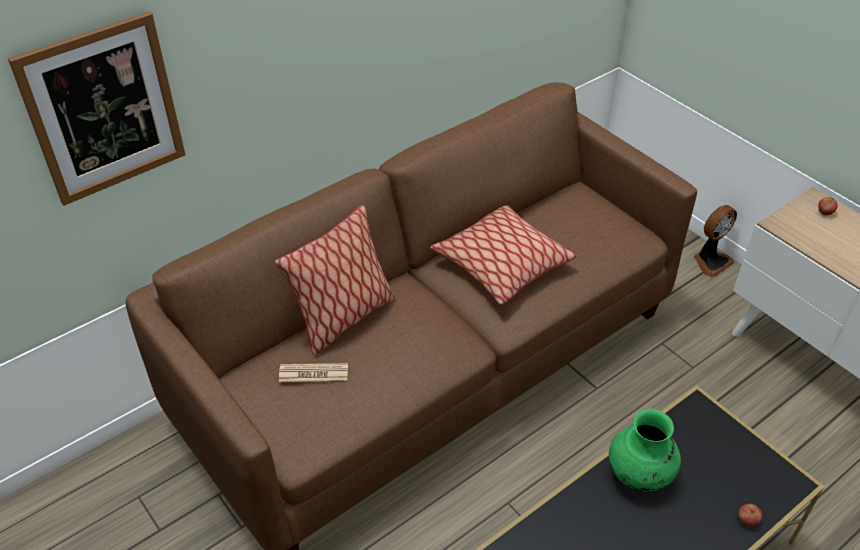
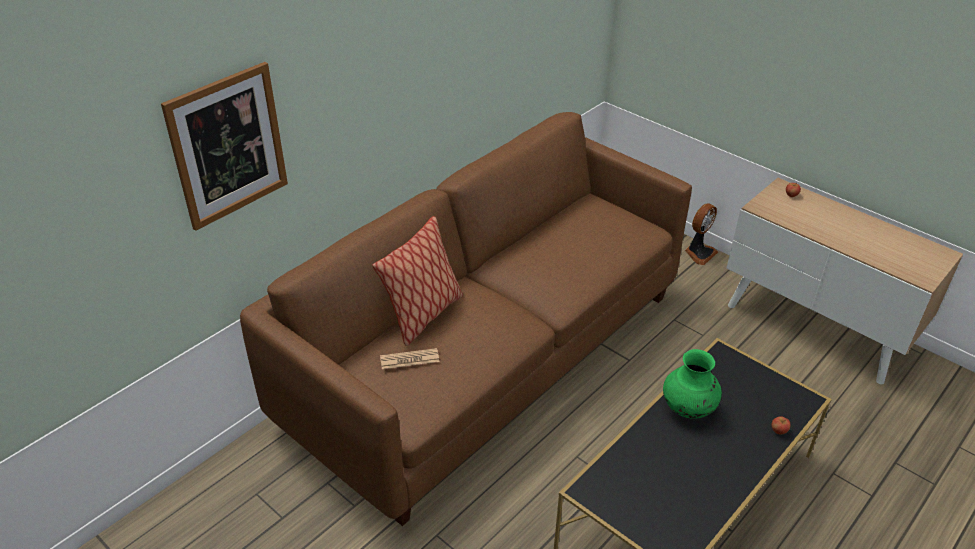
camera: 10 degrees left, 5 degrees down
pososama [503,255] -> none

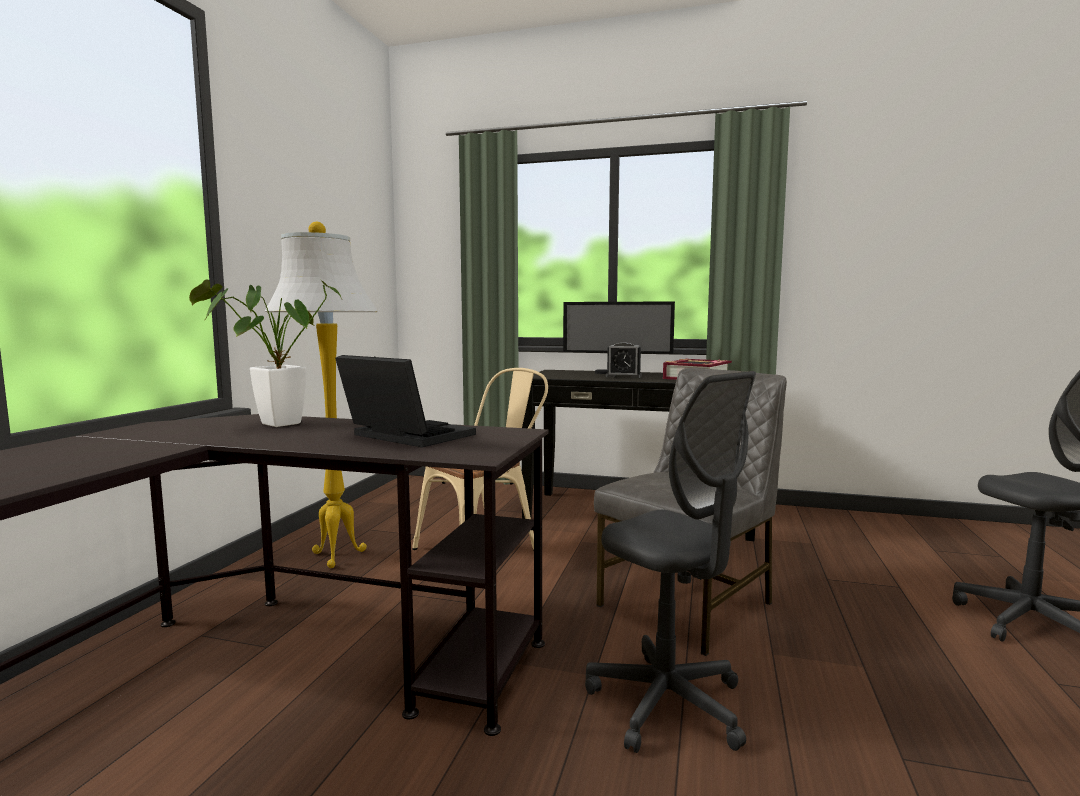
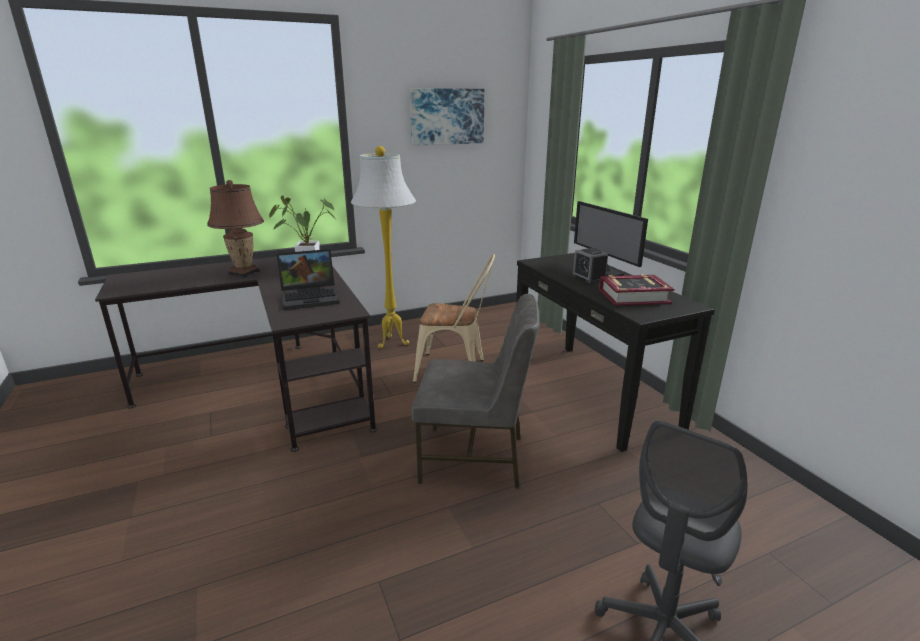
camera: 50 degrees right, 15 degrees up
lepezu [405,401] -> lepezu [308,279], 75 degrees clockwise
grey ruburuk [670,562] -> none
none -> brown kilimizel [235,229]
none -> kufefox [447,117]

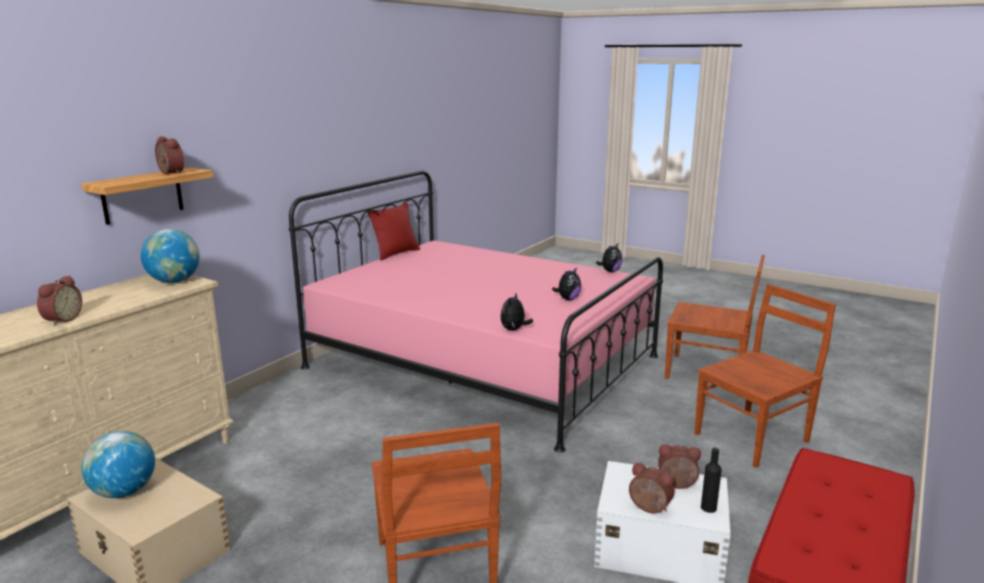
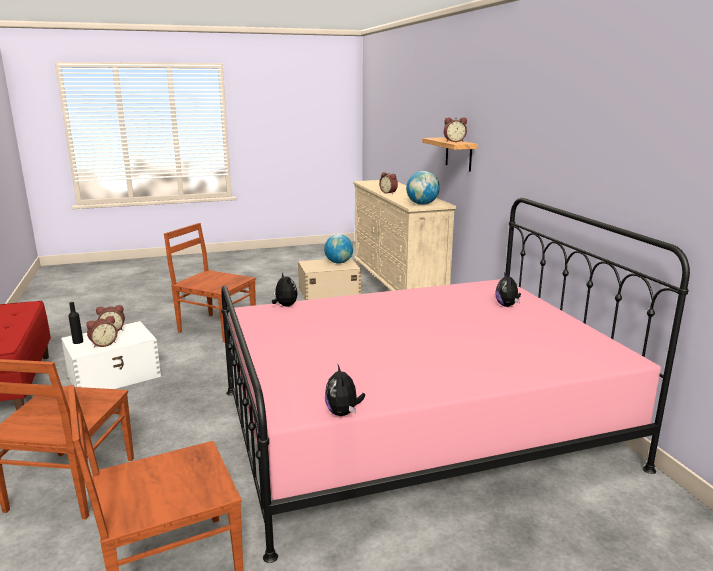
camera: 130 degrees right, 0 degrees up
red pososama [393,232] -> none
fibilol [566,283] -> fibilol [508,289], move

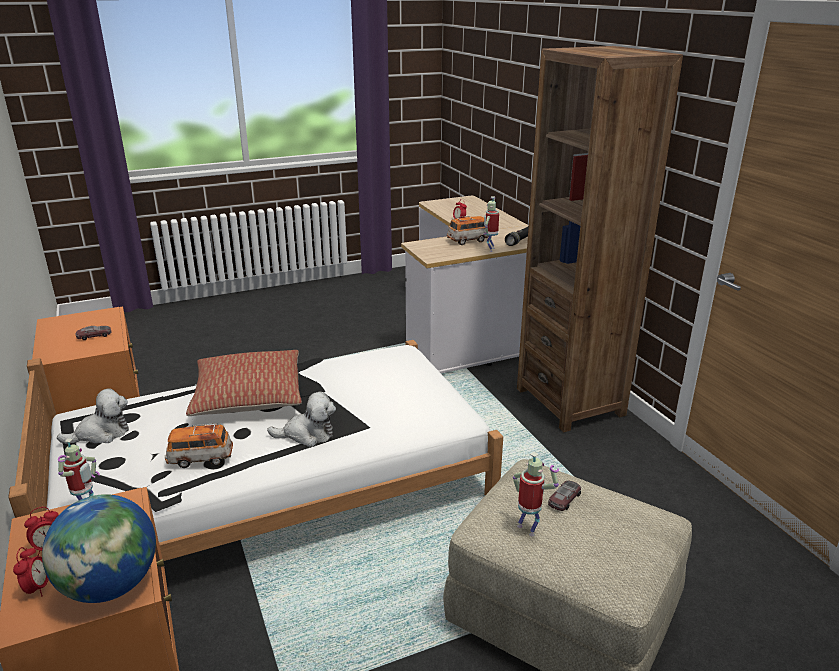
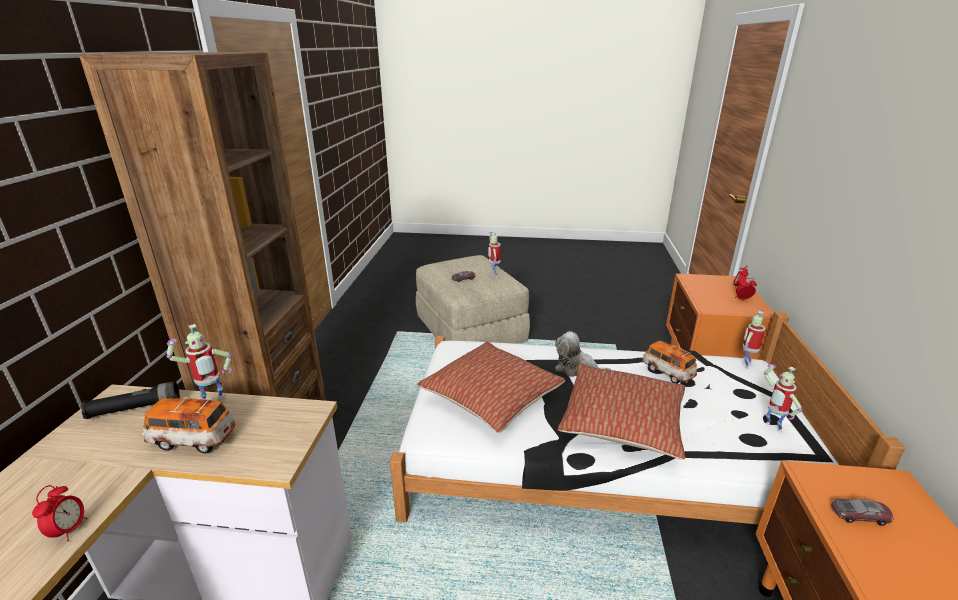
camera: 150 degrees left, 0 degrees up
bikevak [99,548] -> none
fibilol [93,416] -> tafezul [783,398]
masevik [199,445] -> masevik [669,362], 150 degrees counterclockwise
none -> pososama [491,387]

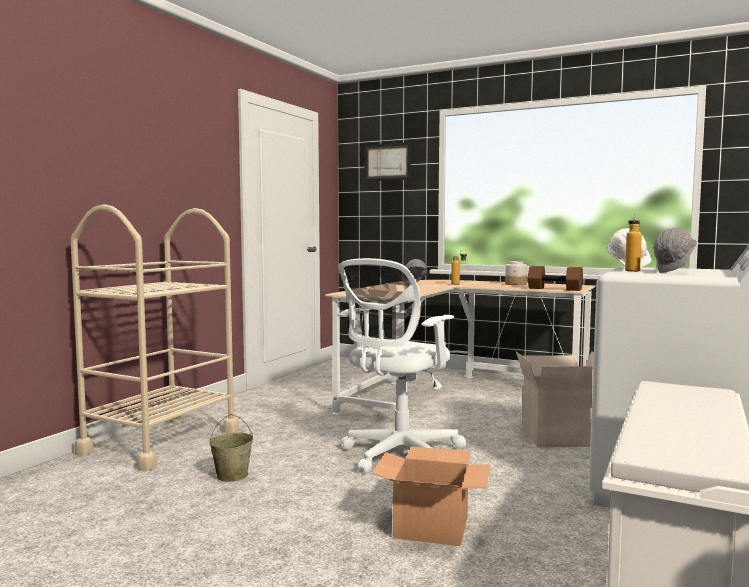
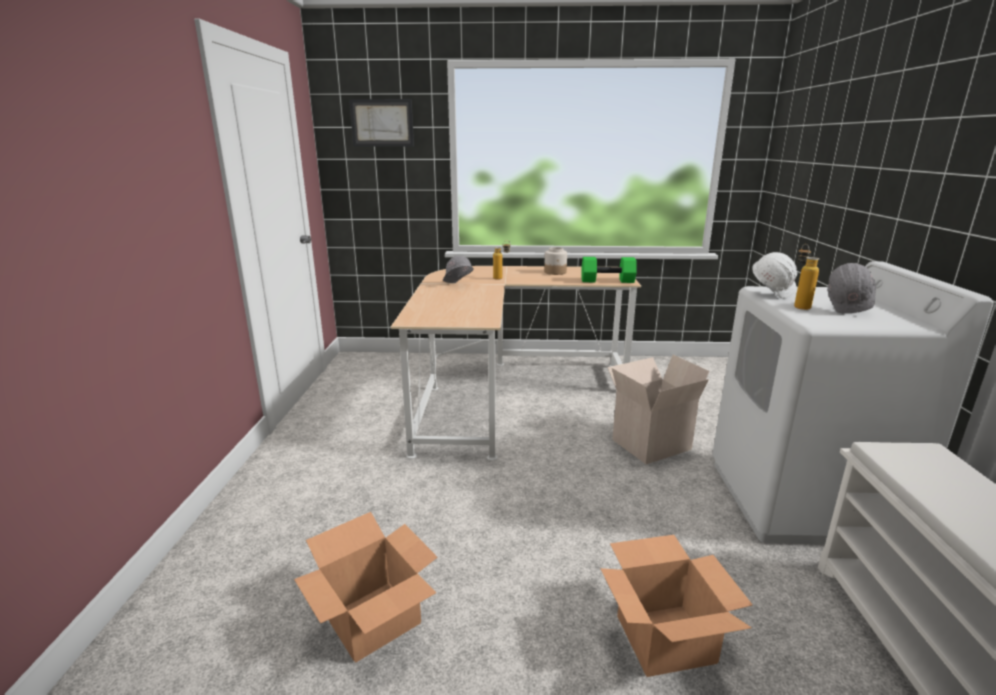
camera: 25 degrees left, 15 degrees up
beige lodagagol [154,337] -> none
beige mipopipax [231,448] -> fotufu [366,587]
white ruburuk [401,366] -> none
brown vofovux [555,278] -> green vofovux [609,270]

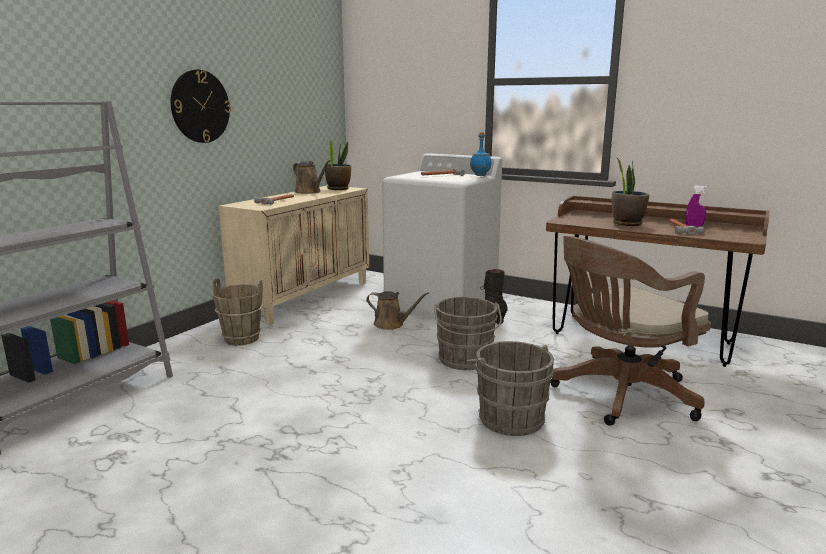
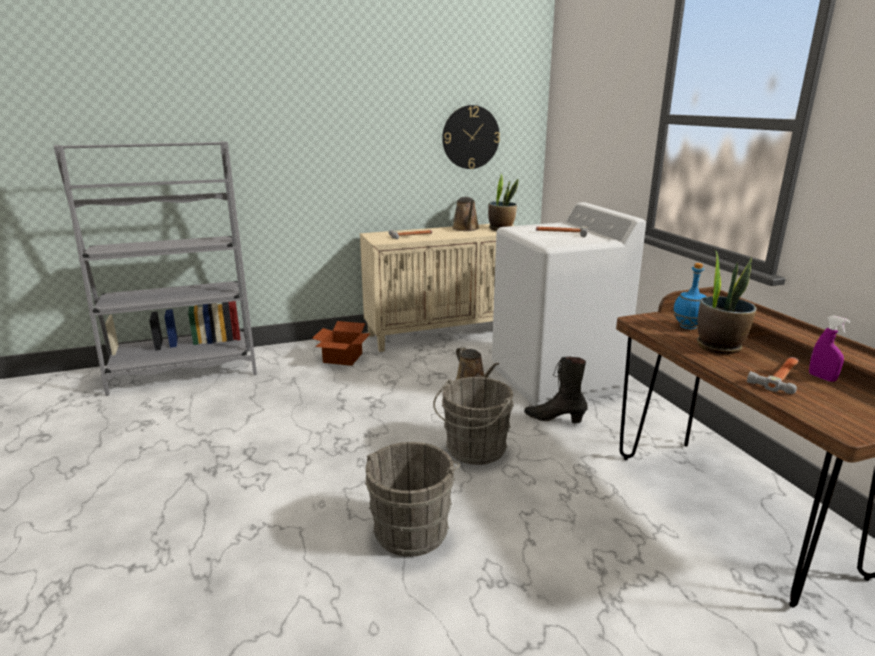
camera: 40 degrees right, 5 degrees up
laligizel [201,106] -> laligizel [471,137], move
brown mipopipax [237,312] -> fotufu [341,343]
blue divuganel [481,154] -> blue divuganel [689,296], move
brown ruburuk [630,331] -> none

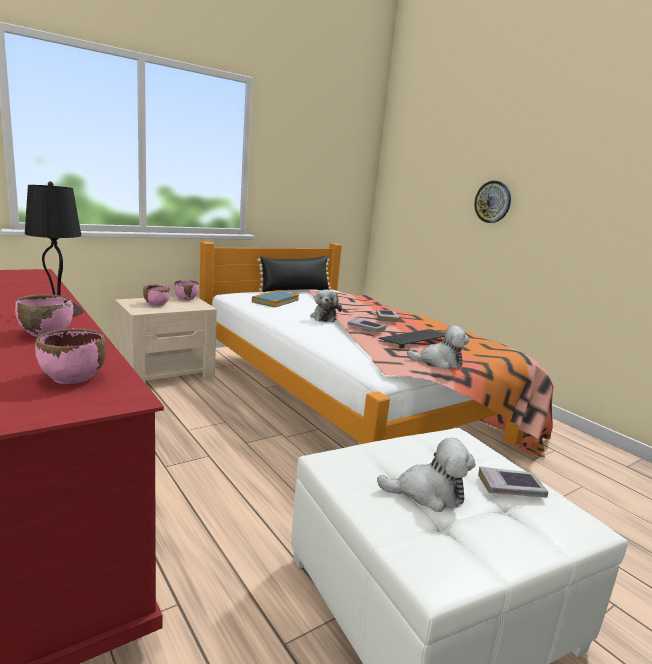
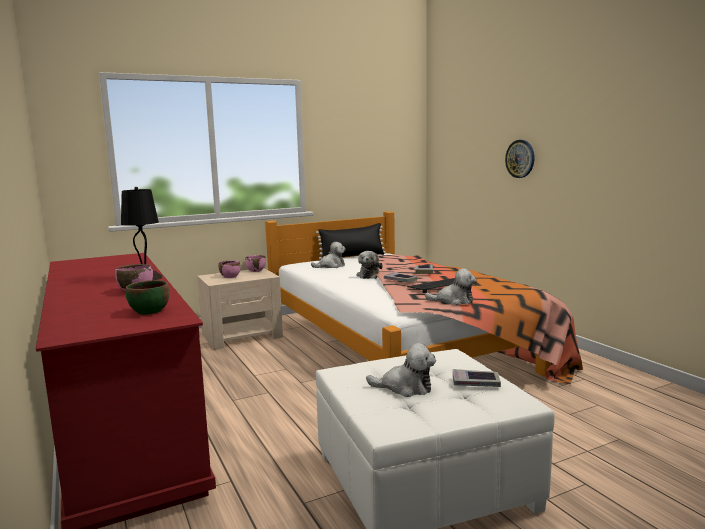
camera: 10 degrees right, 5 degrees down
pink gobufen [70,356] -> green gobufen [147,297]
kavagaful [275,298] -> fibilol [328,255]

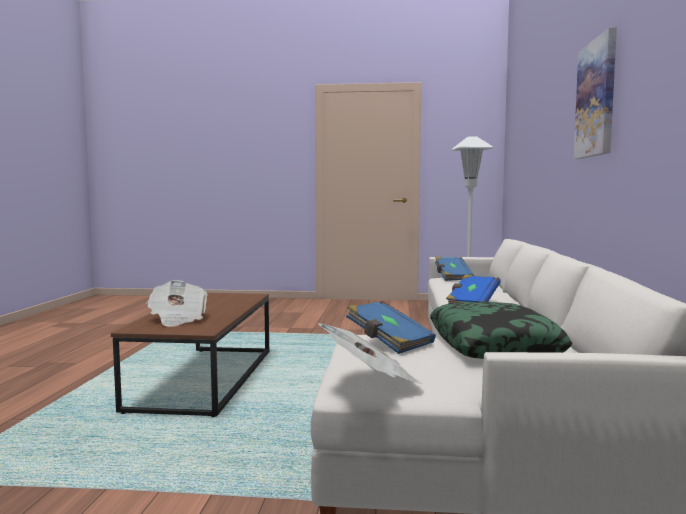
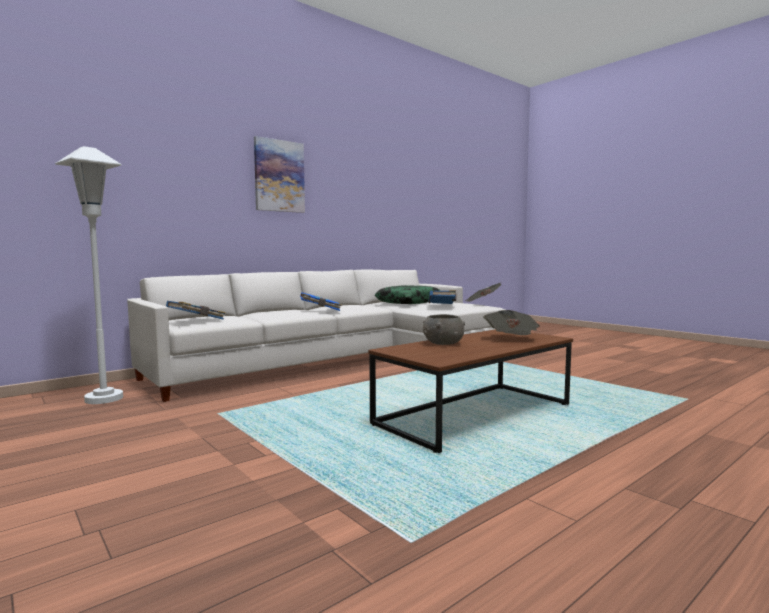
camera: 135 degrees left, 0 degrees up
none -> grey gobufen [444,329]

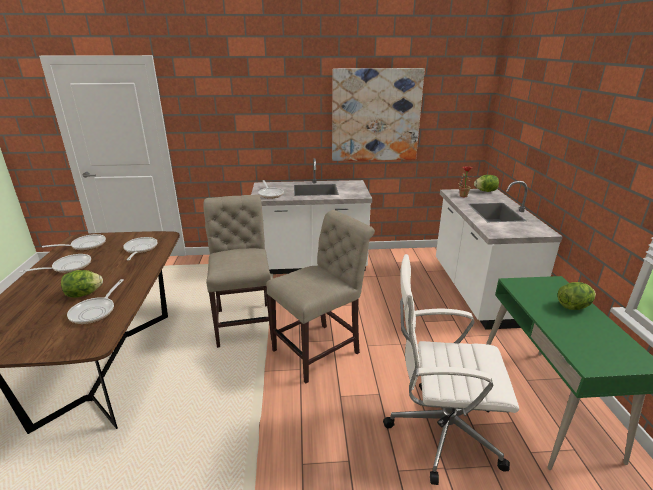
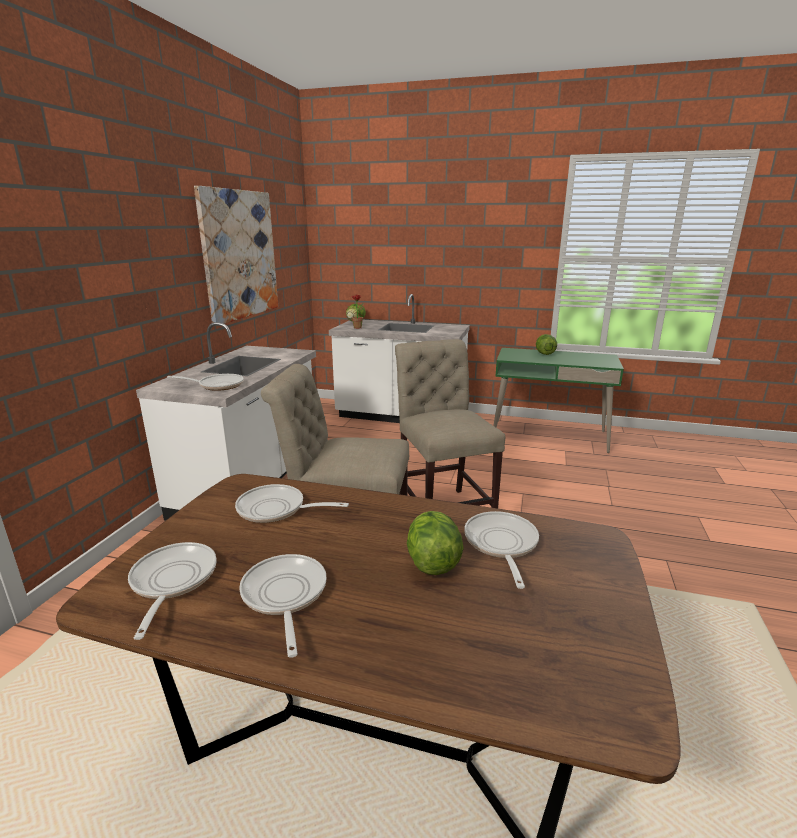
camera: 70 degrees left, 5 degrees down
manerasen [95,301] -> manerasen [502,550], 120 degrees counterclockwise
white ruburuk [451,369] -> none

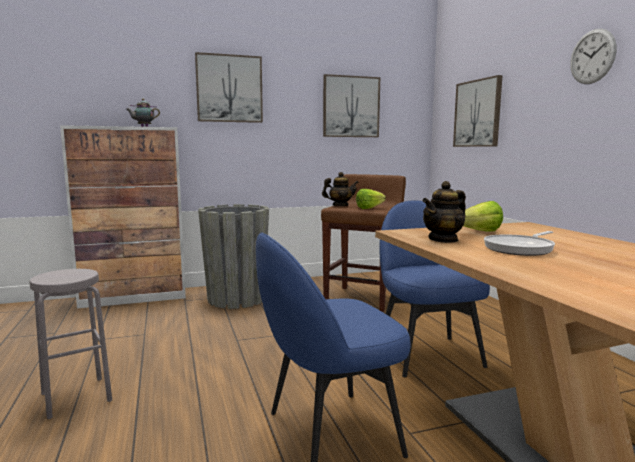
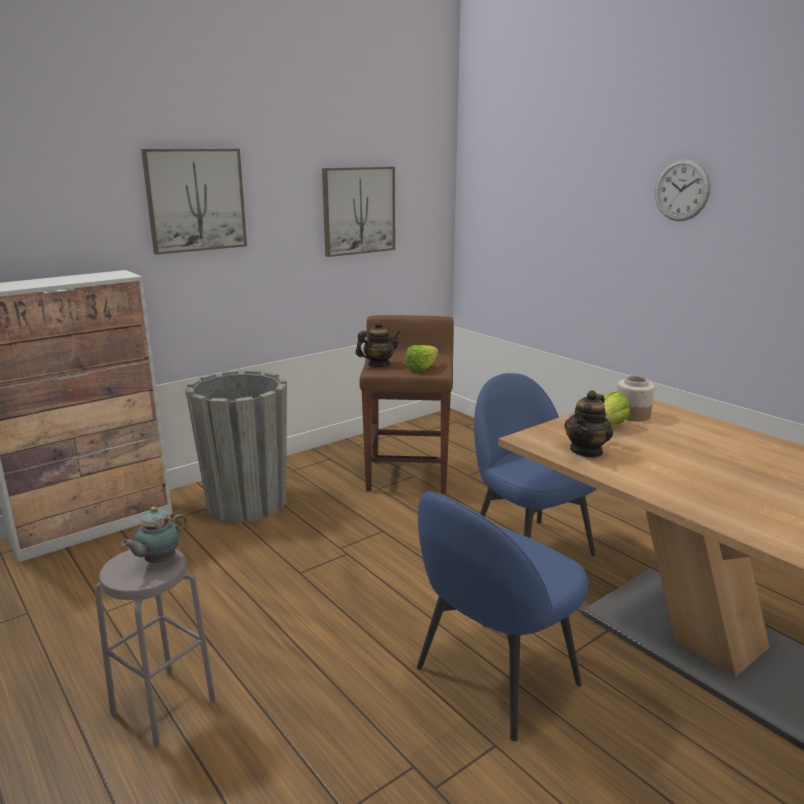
camera: 20 degrees left, 10 degrees up
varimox [143,113] -> varimox [154,535], move
kufefox [478,111] -> none
manerasen [519,243] -> none
none -> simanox [636,398]

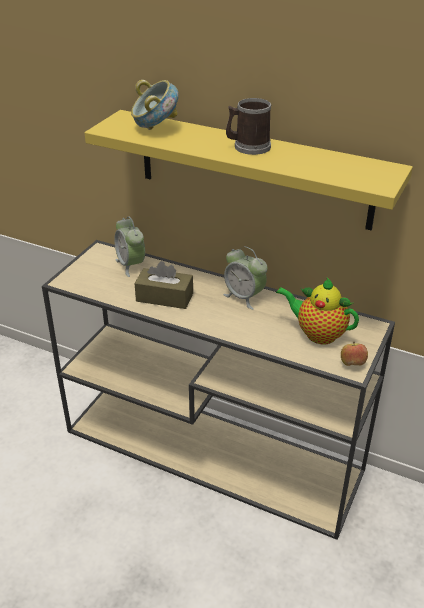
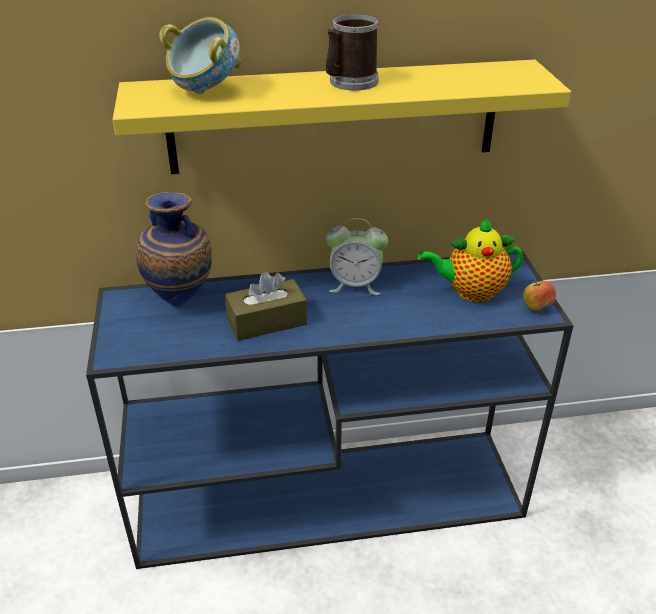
camera: 35 degrees left, 0 degrees up
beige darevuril [218,390] -> blue darevuril [330,410]
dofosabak [129,247] -> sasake [173,249]

